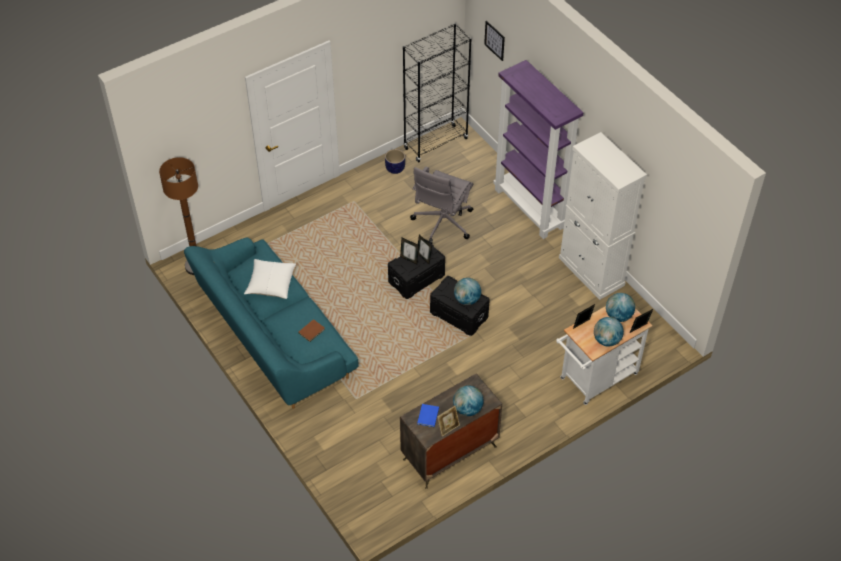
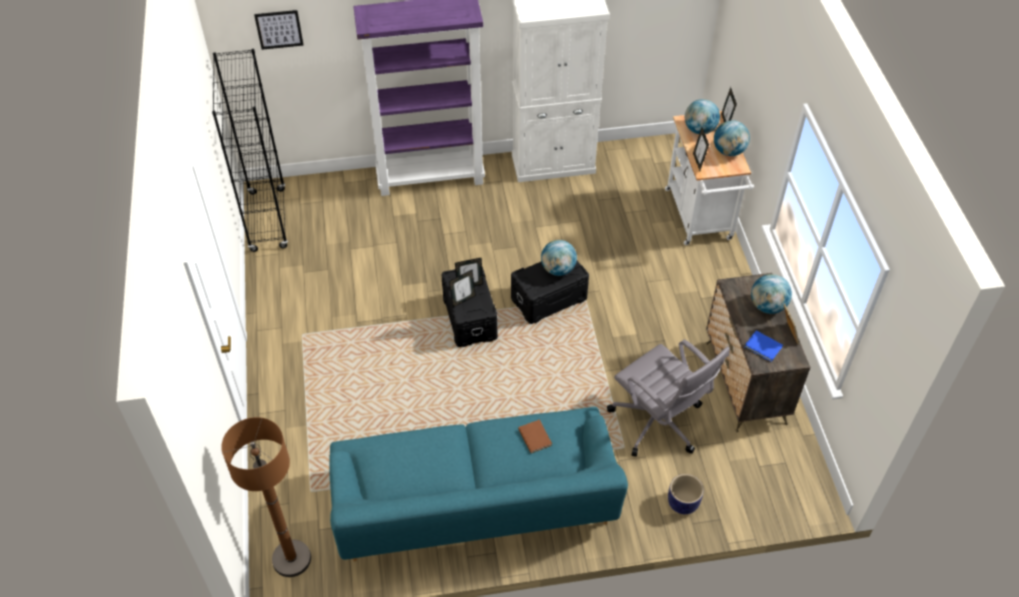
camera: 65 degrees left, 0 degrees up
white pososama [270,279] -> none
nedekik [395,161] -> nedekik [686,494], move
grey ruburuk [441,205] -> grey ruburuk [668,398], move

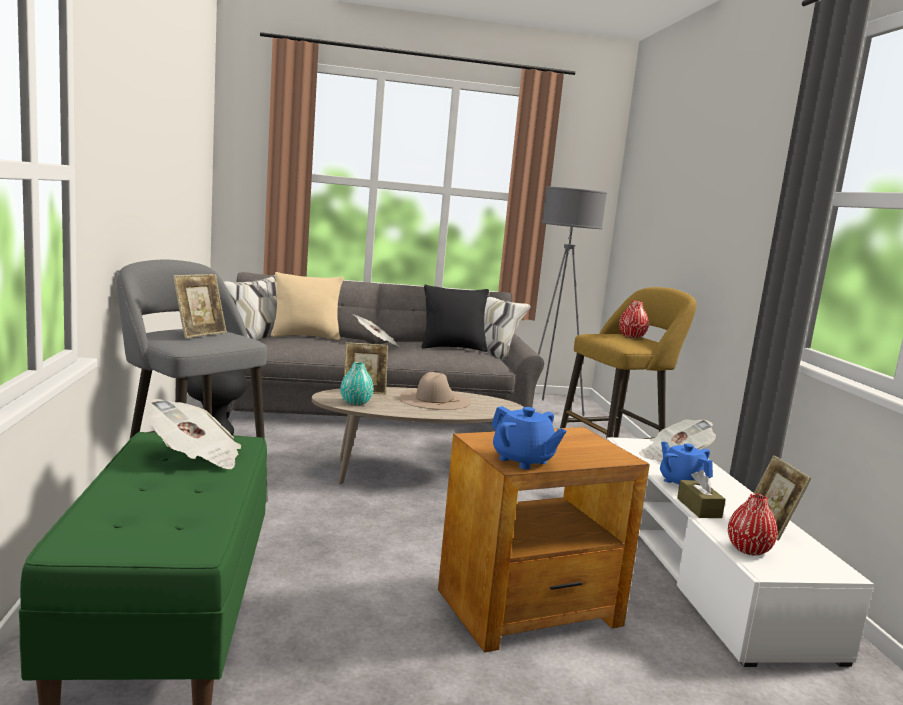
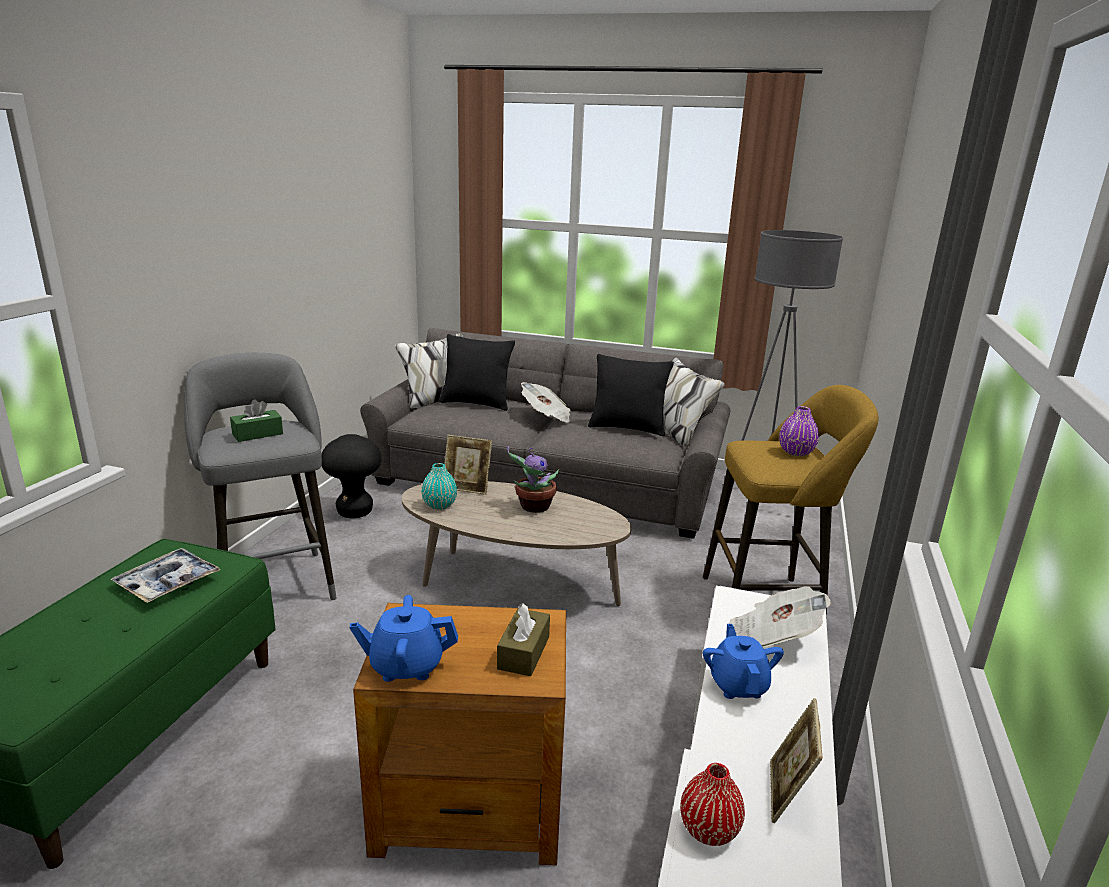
camera: 25 degrees right, 10 degrees up
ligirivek [194,434] -> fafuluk [166,575]
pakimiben [200,306] -> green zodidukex [256,420]
beige pososama [307,306] -> black pososama [477,372]
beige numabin [435,391] -> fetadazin [533,479]
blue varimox [528,438] -> blue varimox [403,638], 105 degrees clockwise
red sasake [634,319] -> purple sasake [799,431]
brown zodidukex [701,494] -> brown zodidukex [523,639], move

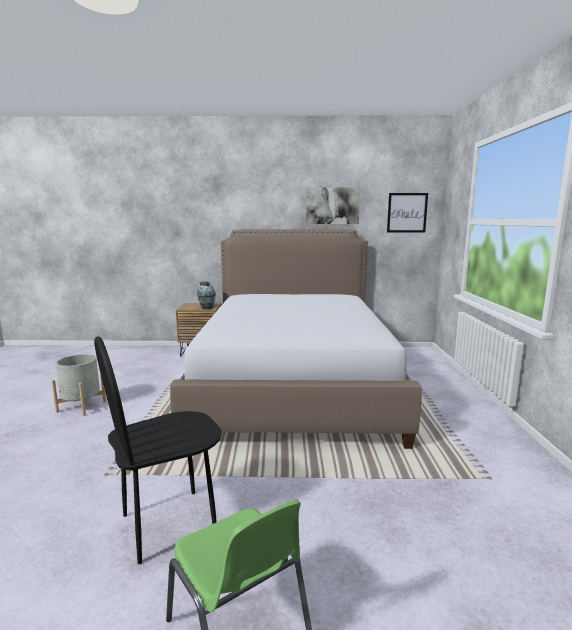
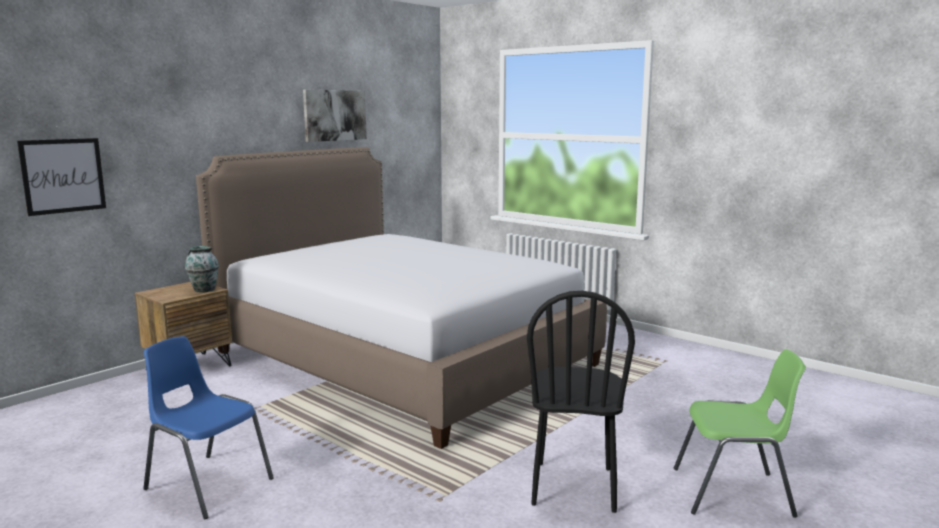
camera: 50 degrees left, 0 degrees up
grey nedekik [79,385] -> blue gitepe [208,427]
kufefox [407,213] -> kufefox [61,177], move

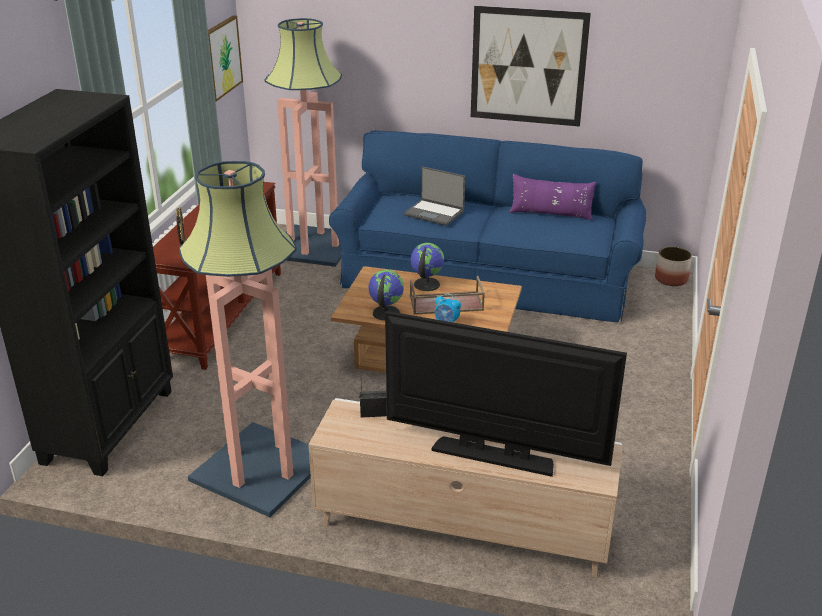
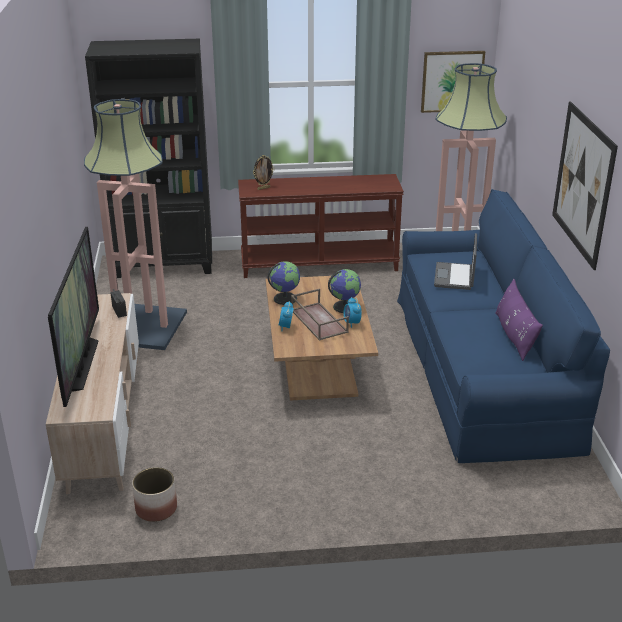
camera: 70 degrees right, 0 degrees up
nedekik [673,266] -> nedekik [154,494], move
none -> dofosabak [352,312]

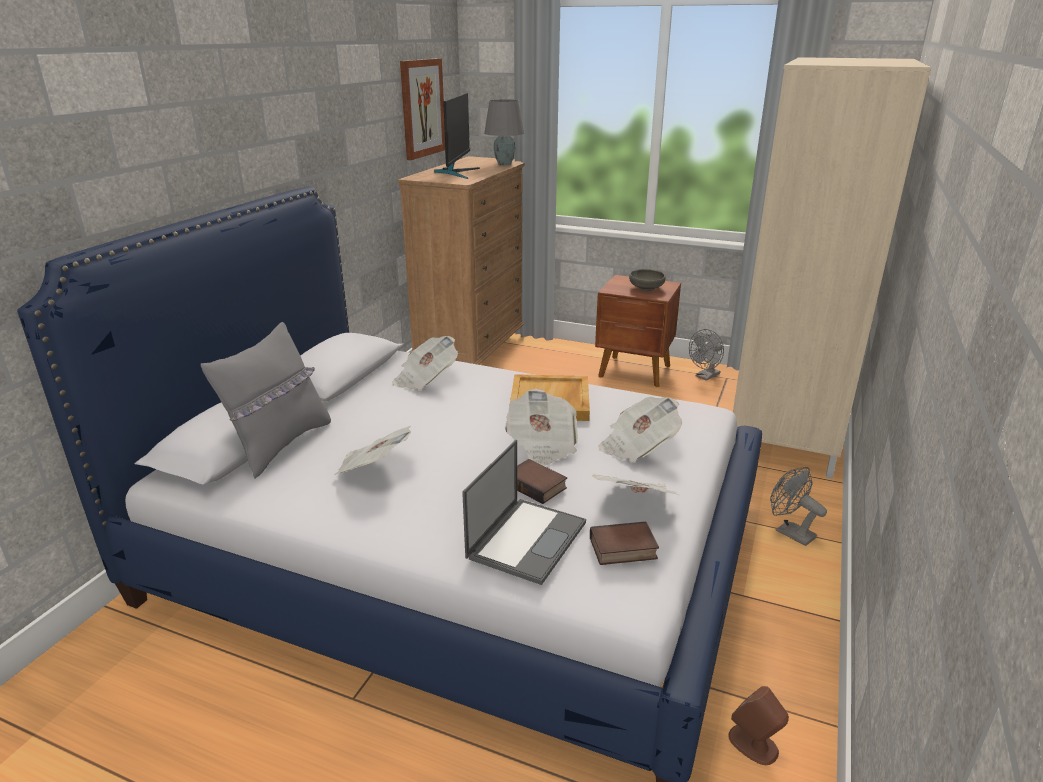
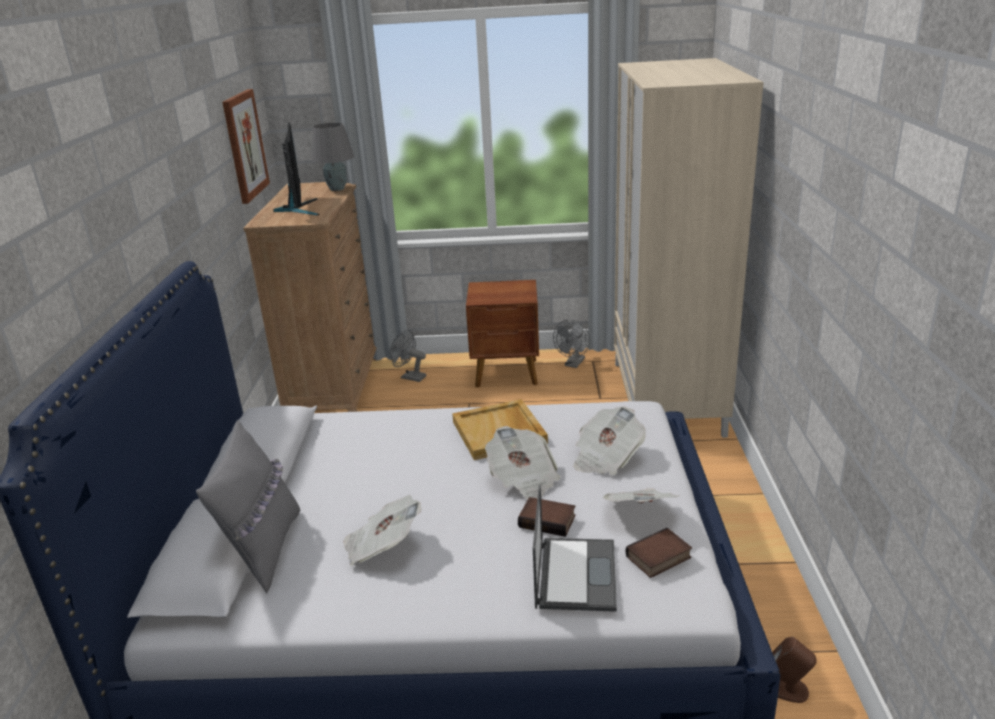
camera: 20 degrees left, 0 degrees up
ligirivek [425,363] -> none
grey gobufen [647,280] -> none
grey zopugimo [798,506] -> grey zopugimo [408,356], move

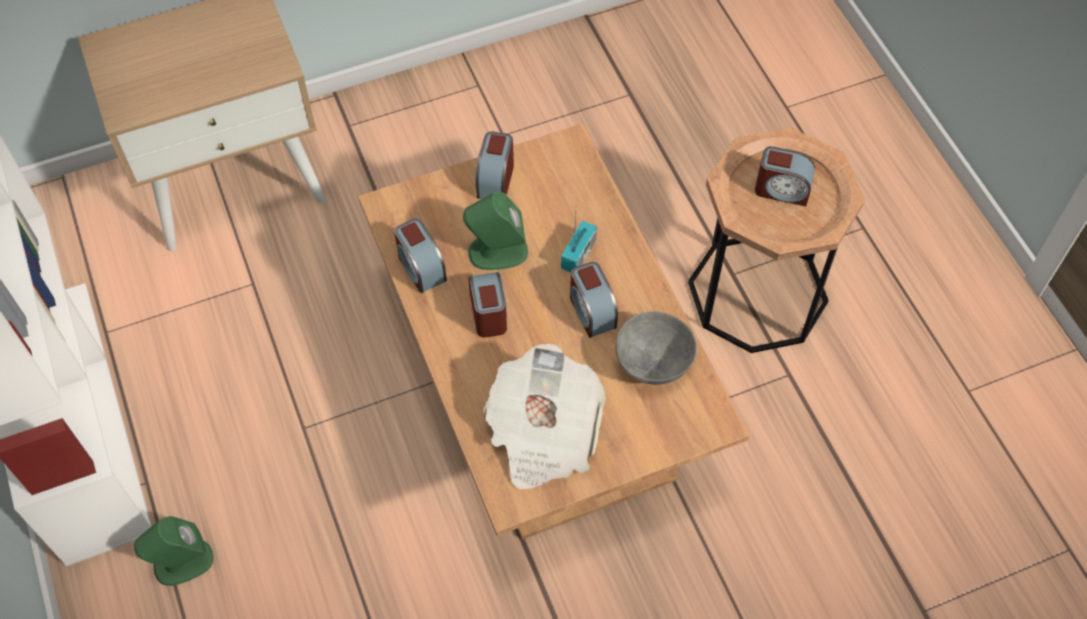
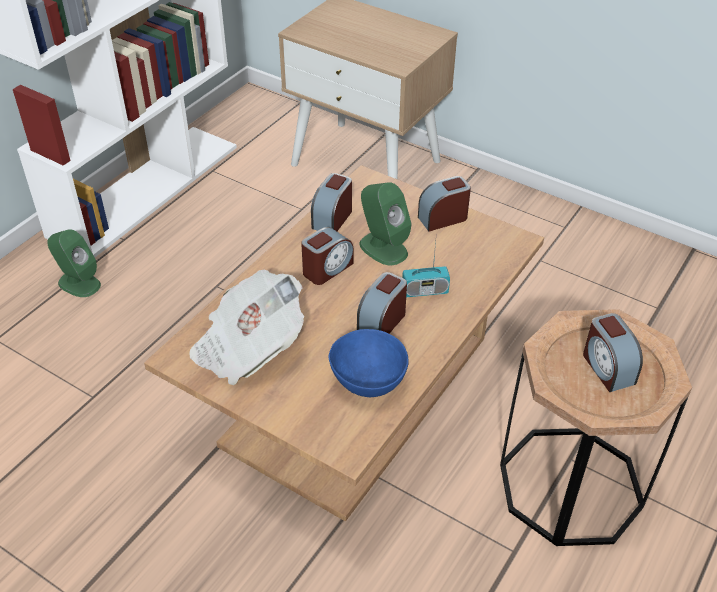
camera: 55 degrees right, 15 degrees down
grey gobufen [656,348] -> blue gobufen [369,363]

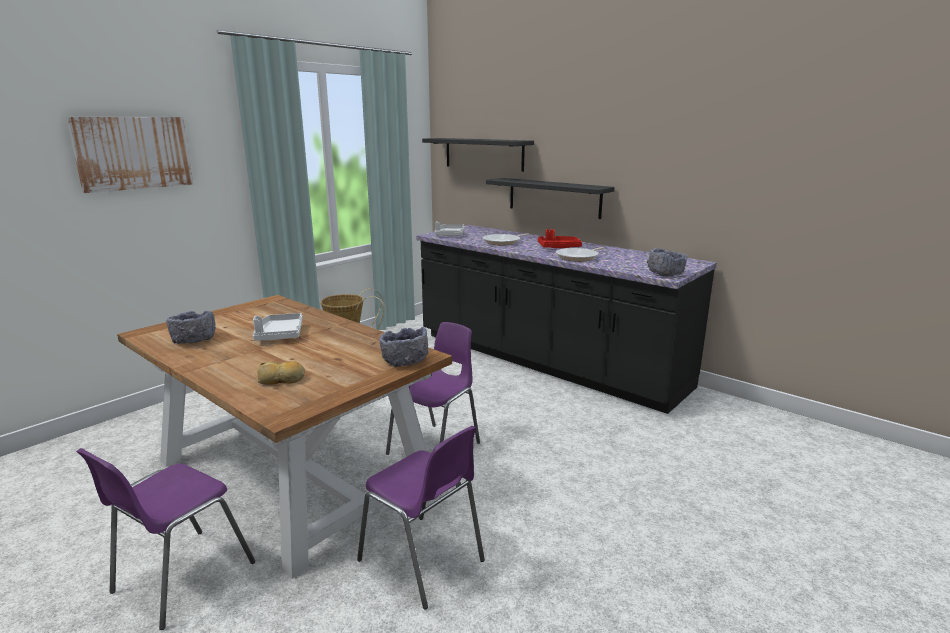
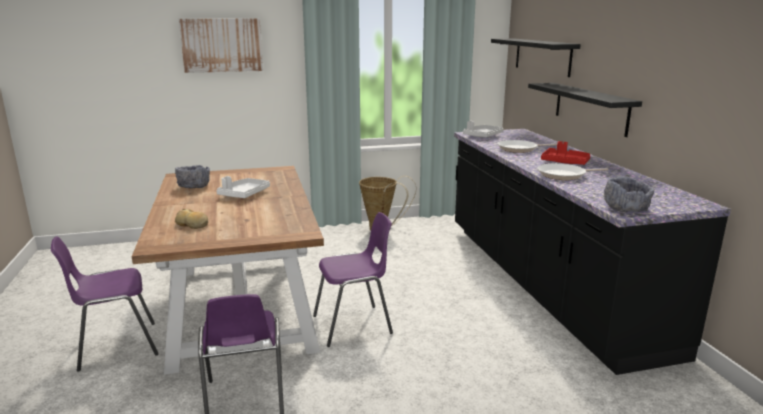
camera: 35 degrees right, 0 degrees up
grey gobufen [403,347] -> none

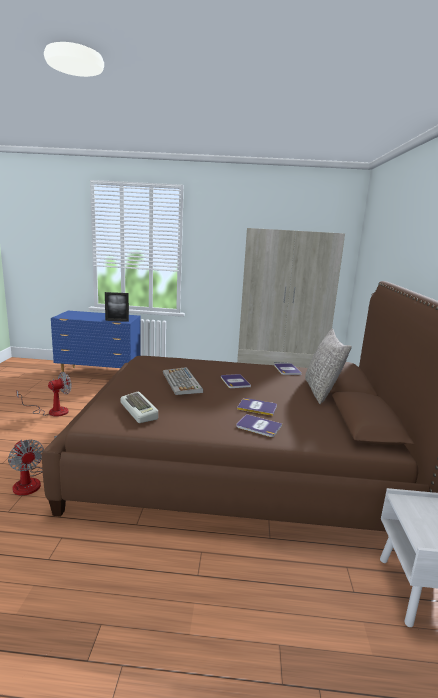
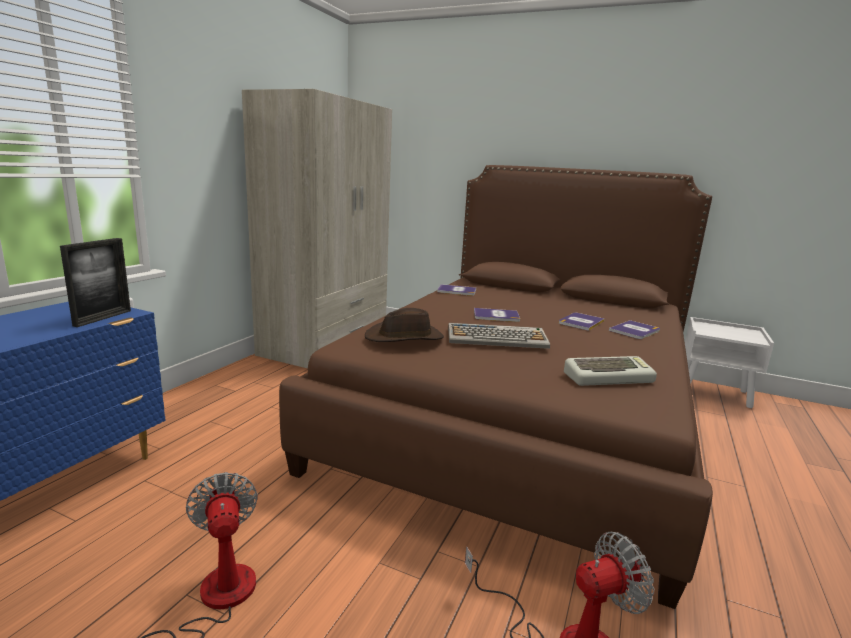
camera: 70 degrees left, 0 degrees up
grey pososama [328,366] -> none
none -> brown numabin [404,325]

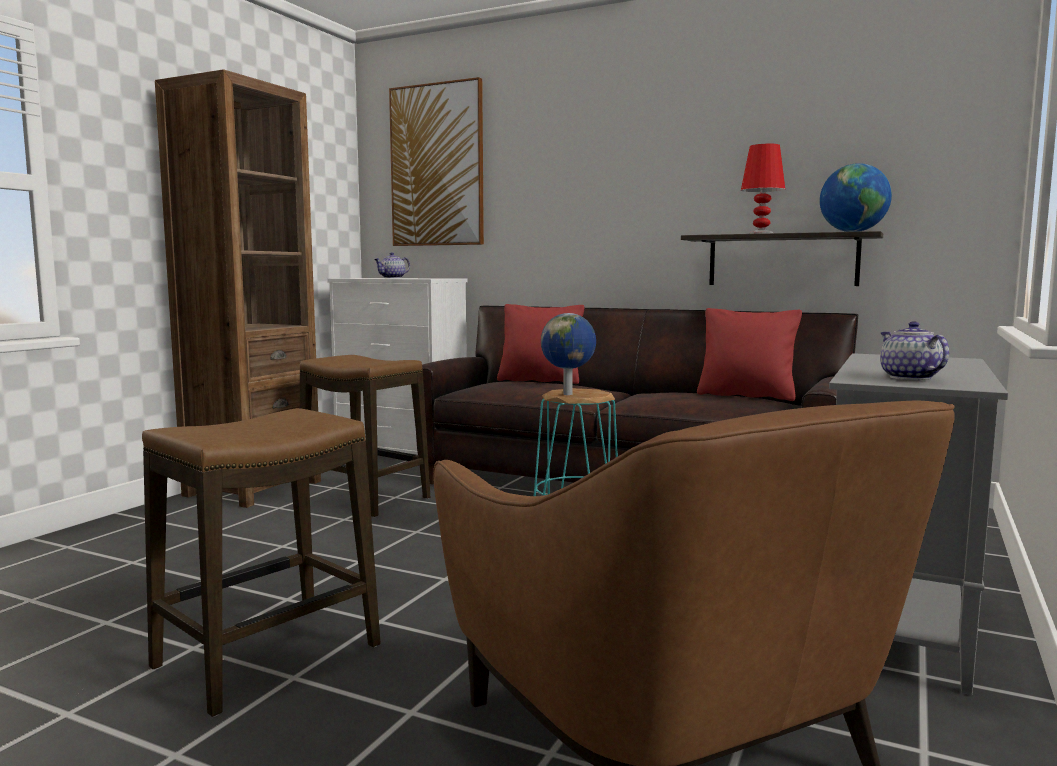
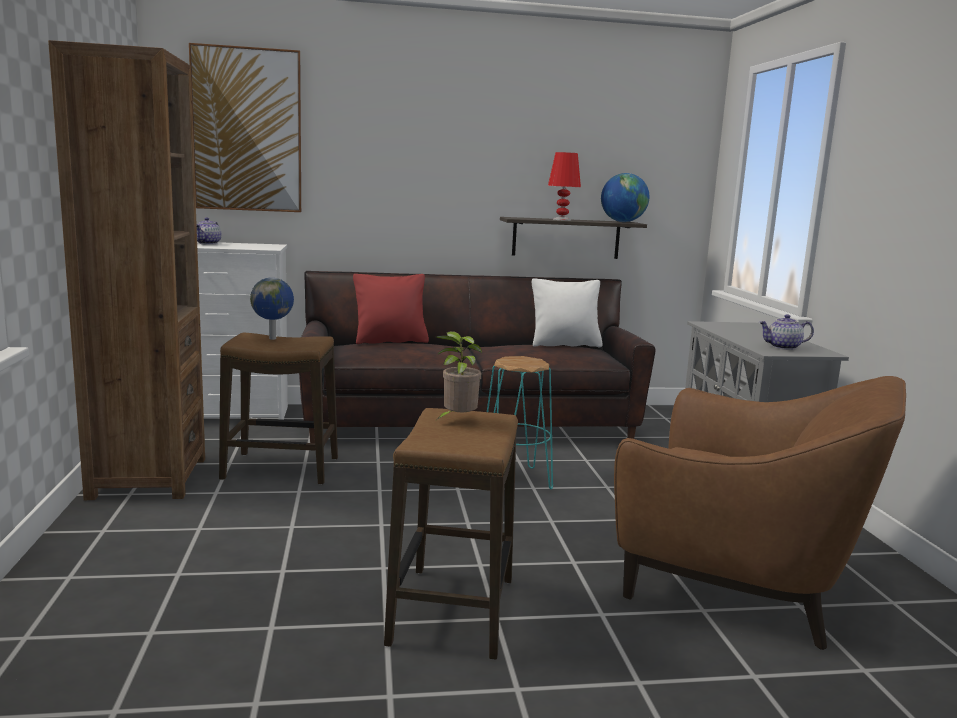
camera: 35 degrees left, 5 degrees up
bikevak [568,354] -> bikevak [272,308], move
red pososama [749,354] -> white pososama [567,312]
varimox [914,350] -> varimox [786,332], 45 degrees counterclockwise
none -> fetadazin [459,375]

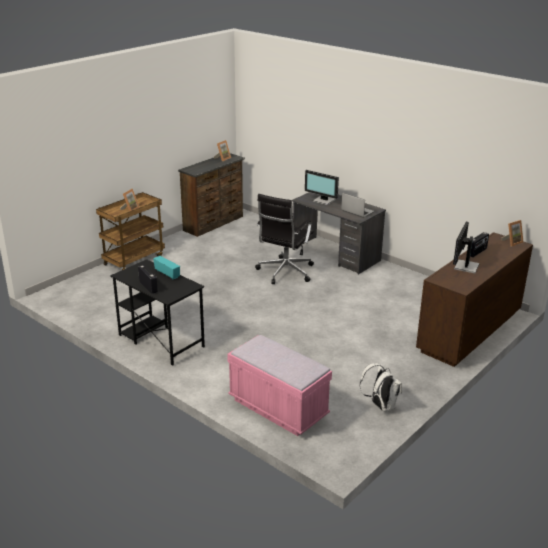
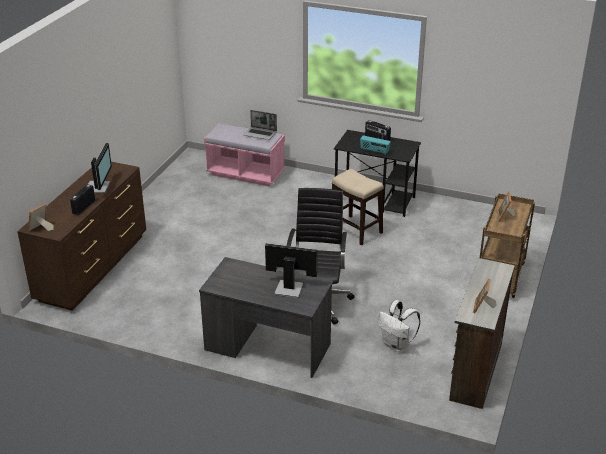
camera: 160 degrees right, 5 degrees up
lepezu [357,205] -> lepezu [260,125], move
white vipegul [380,387] -> white vipegul [399,326], move
none -> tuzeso [358,207]

